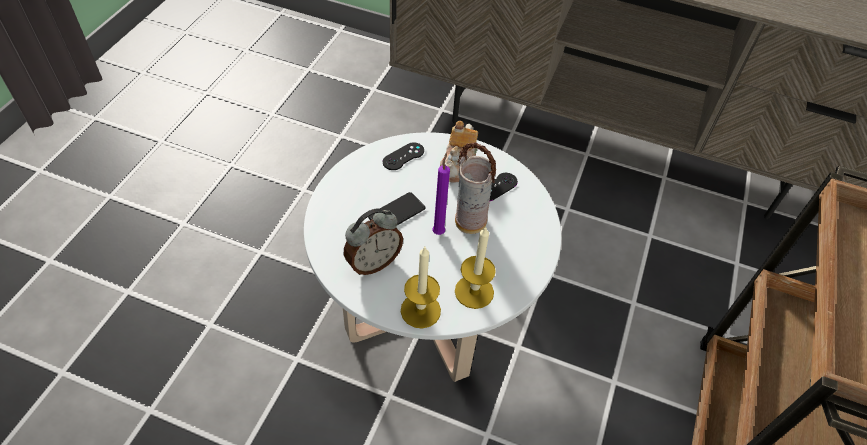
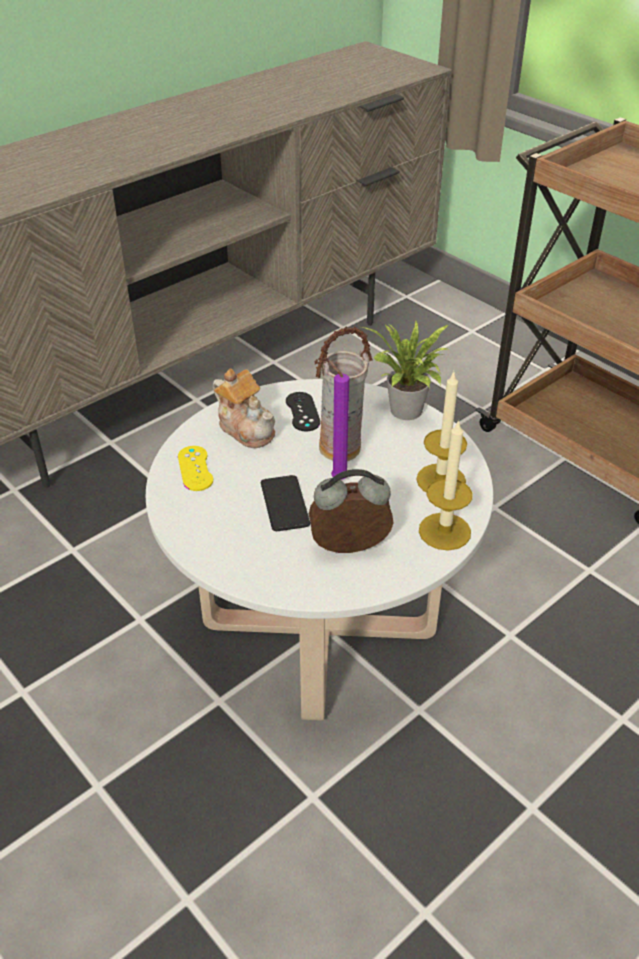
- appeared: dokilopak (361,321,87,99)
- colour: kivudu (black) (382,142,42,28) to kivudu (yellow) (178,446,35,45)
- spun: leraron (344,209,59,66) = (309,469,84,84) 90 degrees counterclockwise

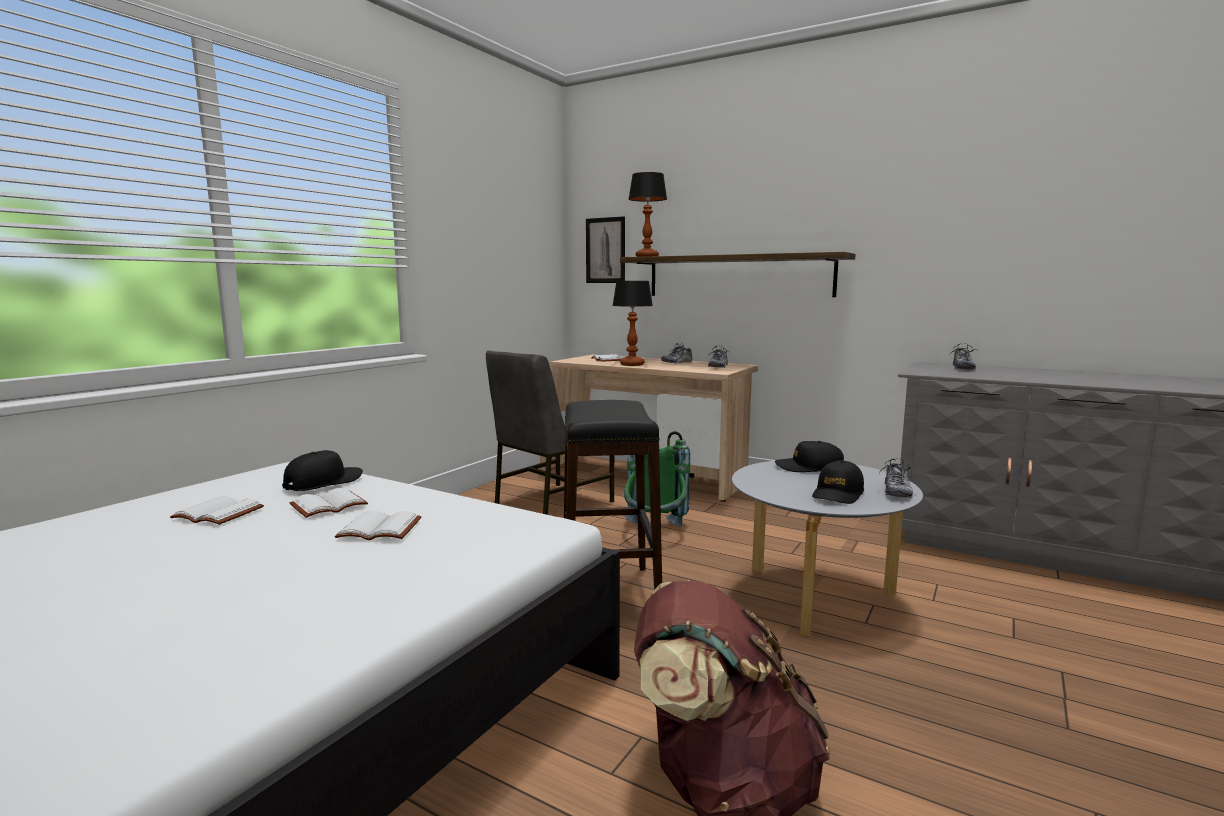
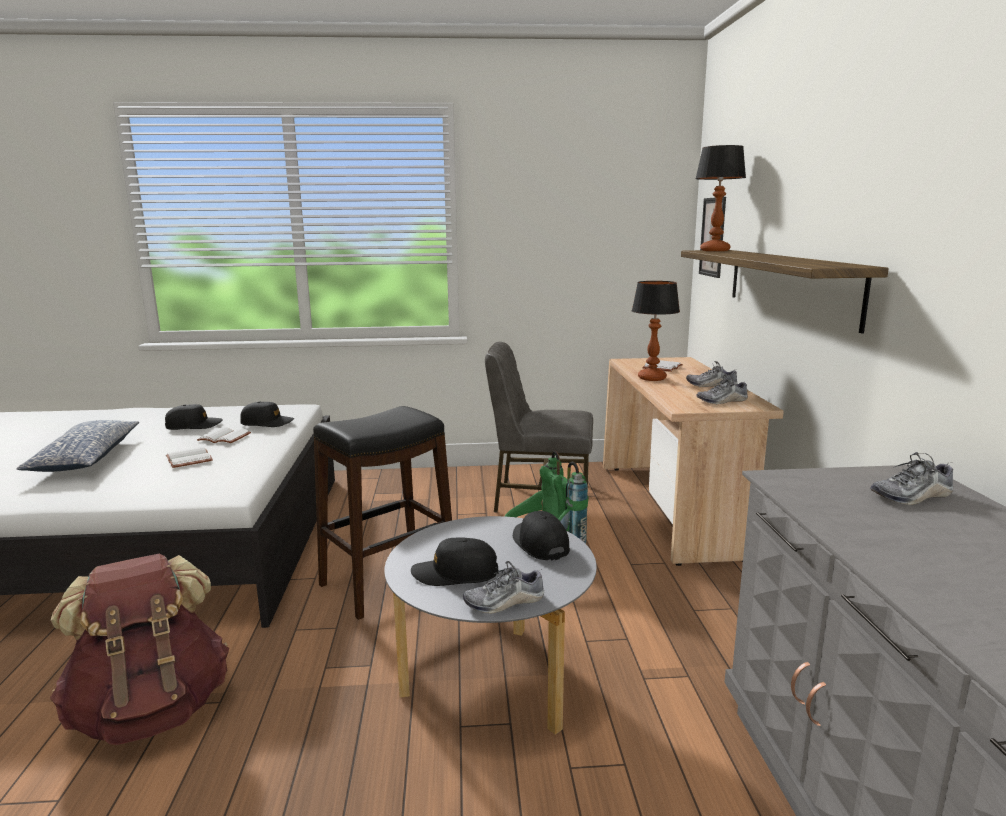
- appeared: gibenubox (16,420,123,52)
- exchanged: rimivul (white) (170,496,94,29) to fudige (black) (165,404,58,26)

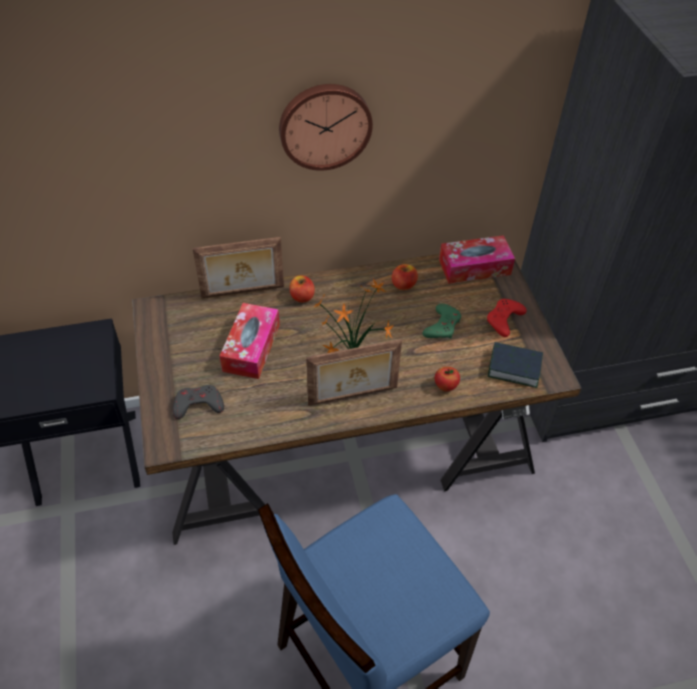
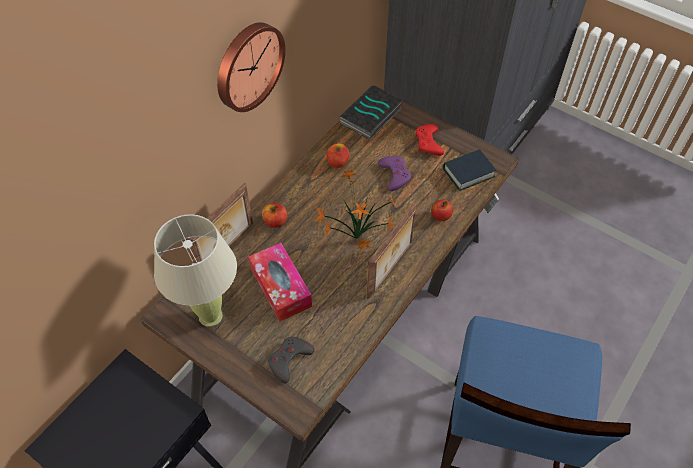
- appeared: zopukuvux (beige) (154,215,83,112)
- exchanged: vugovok (439,235,76,49) to rimivul (340,85,63,55)
- colour: kivudu (green) (422,304,39,34) to kivudu (purple) (378,156,33,35)

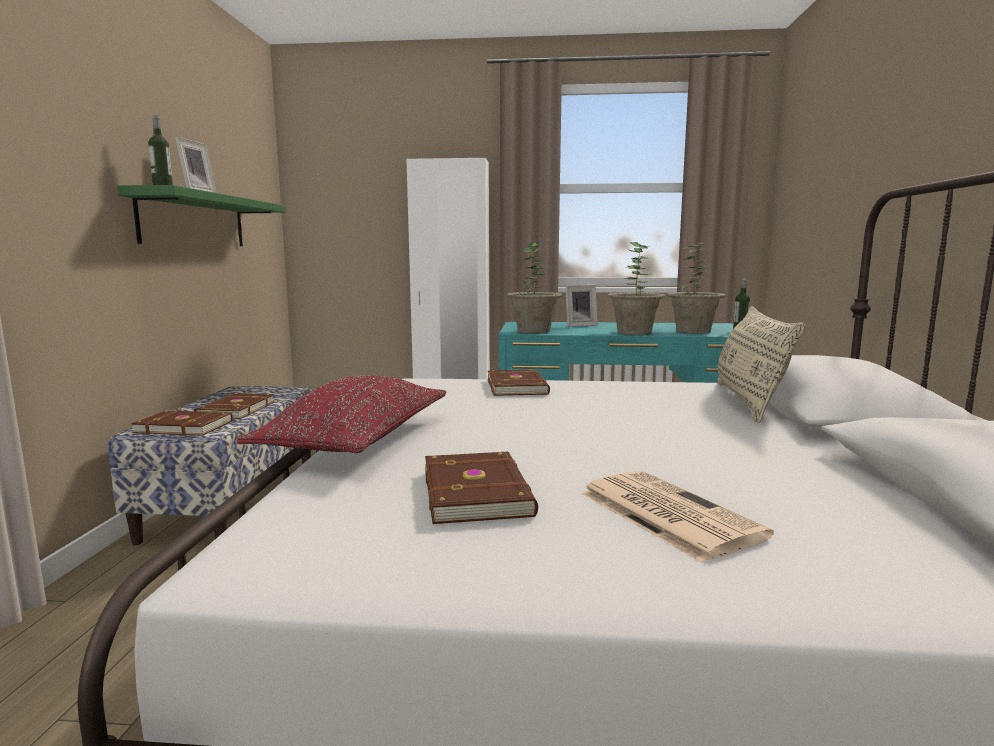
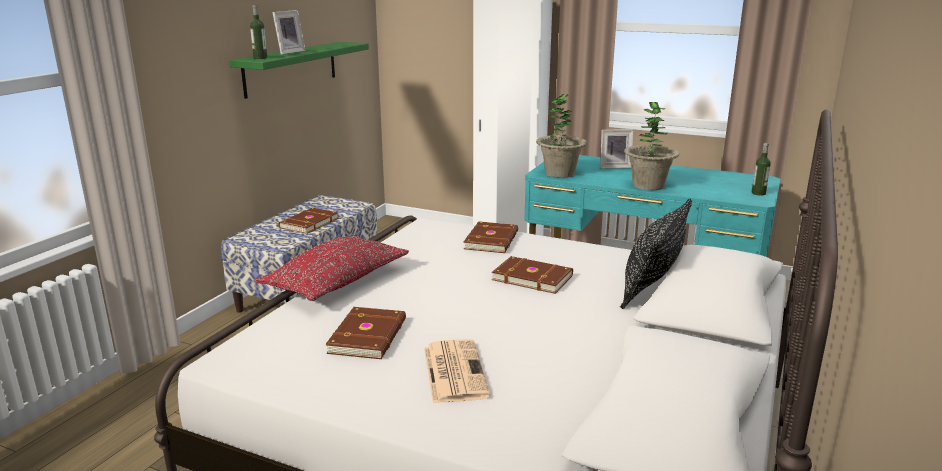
- missing: dokilopak (666,242,60,92)
- relocated: rimivul (brown) (131,410,102,26) to (492,256,81,38)
- colour: gibenubox (beige) (717,306,88,117) to gibenubox (black) (620,199,72,110)

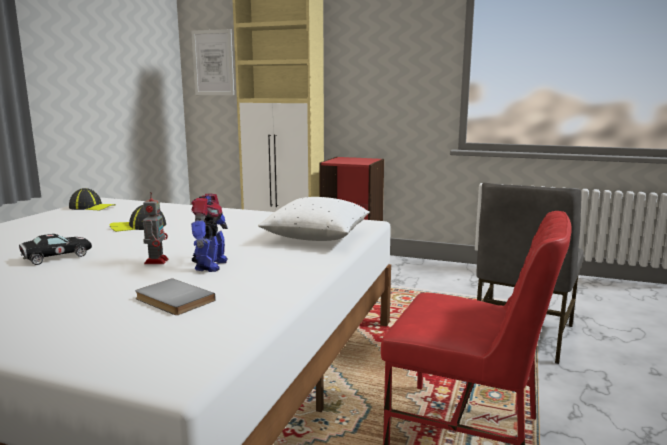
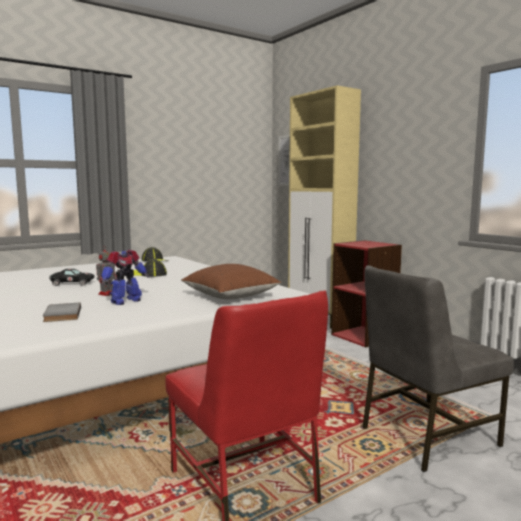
- colour: gibenubox (white) (258,197,112,44) to gibenubox (brown) (181,264,100,35)

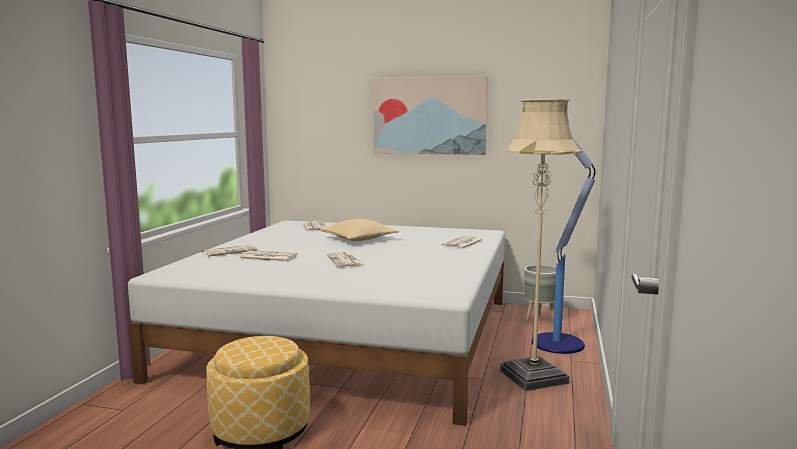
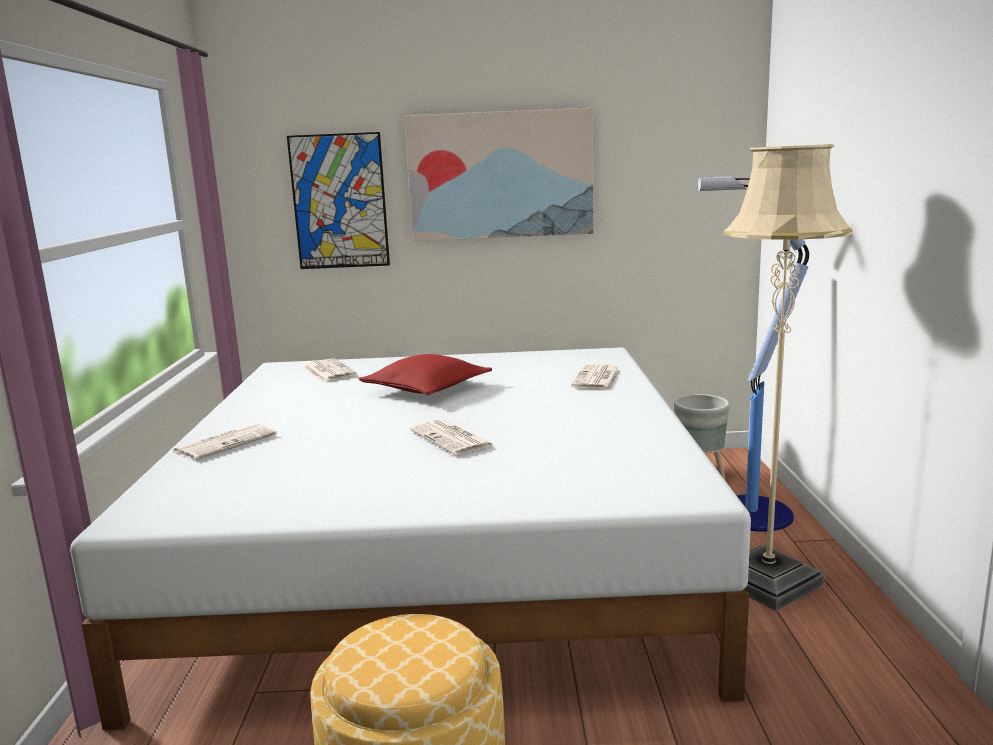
- missing: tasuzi (239,250,59,12)
- appeared: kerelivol (287,132,103,137)
- colour: gibenubox (beige) (319,219,80,22) to gibenubox (red) (359,354,133,41)

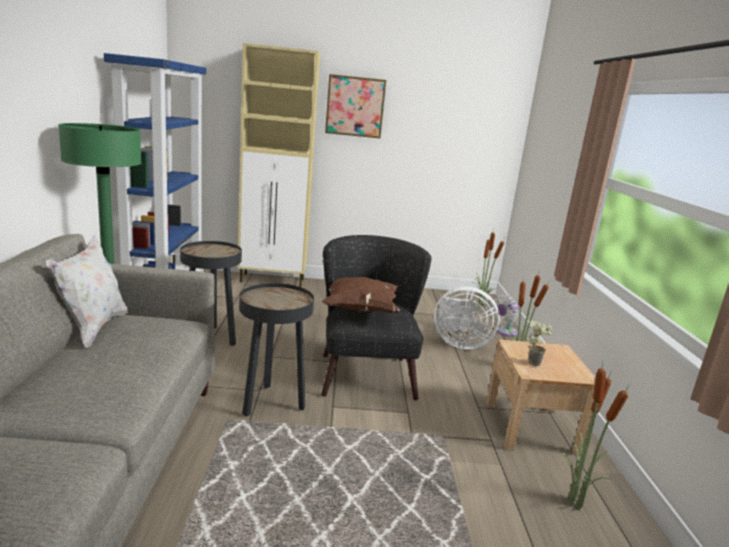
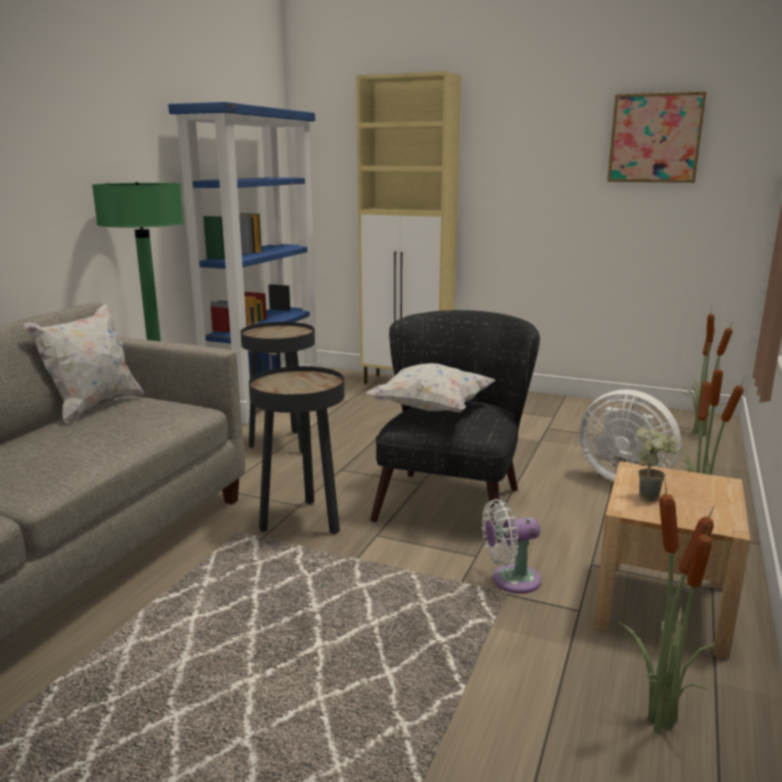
- relocated: kerelivol (325,74,61,64) to (607,91,100,92)
- relocated: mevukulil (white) (492,294,28,43) to (482,499,59,95)
- colour: gibenubox (brown) (322,277,78,36) to gibenubox (white) (366,363,130,49)

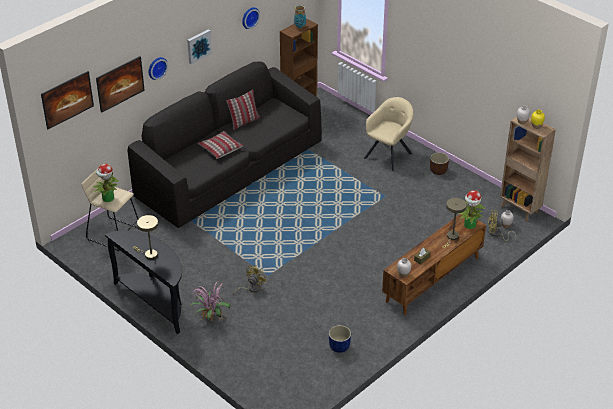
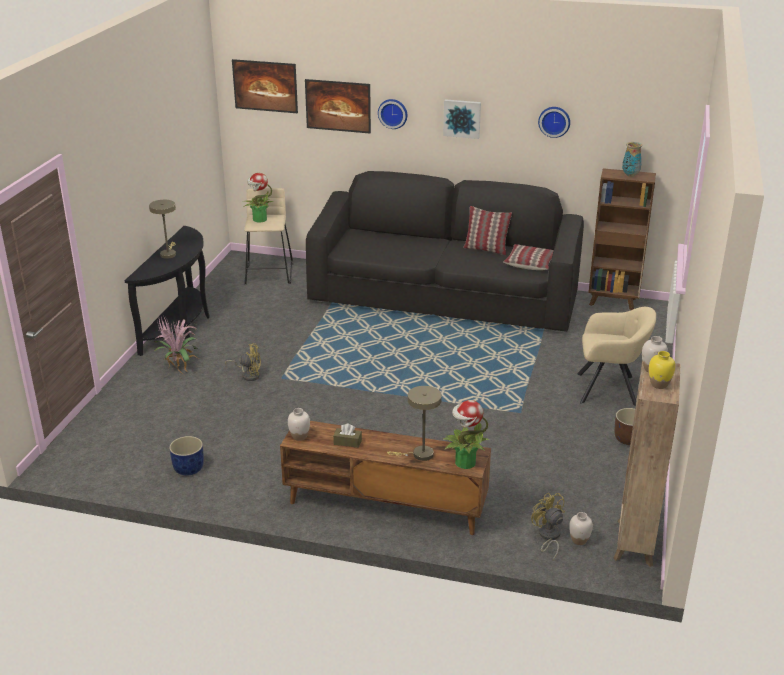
- relocated: gibenubox (198,131,46,28) to (503,244,51,26)

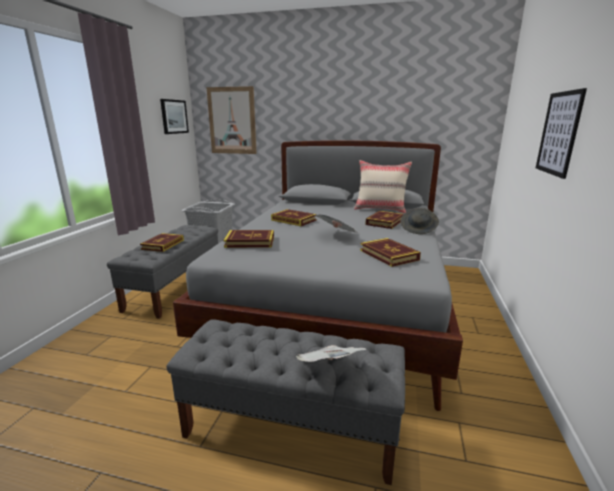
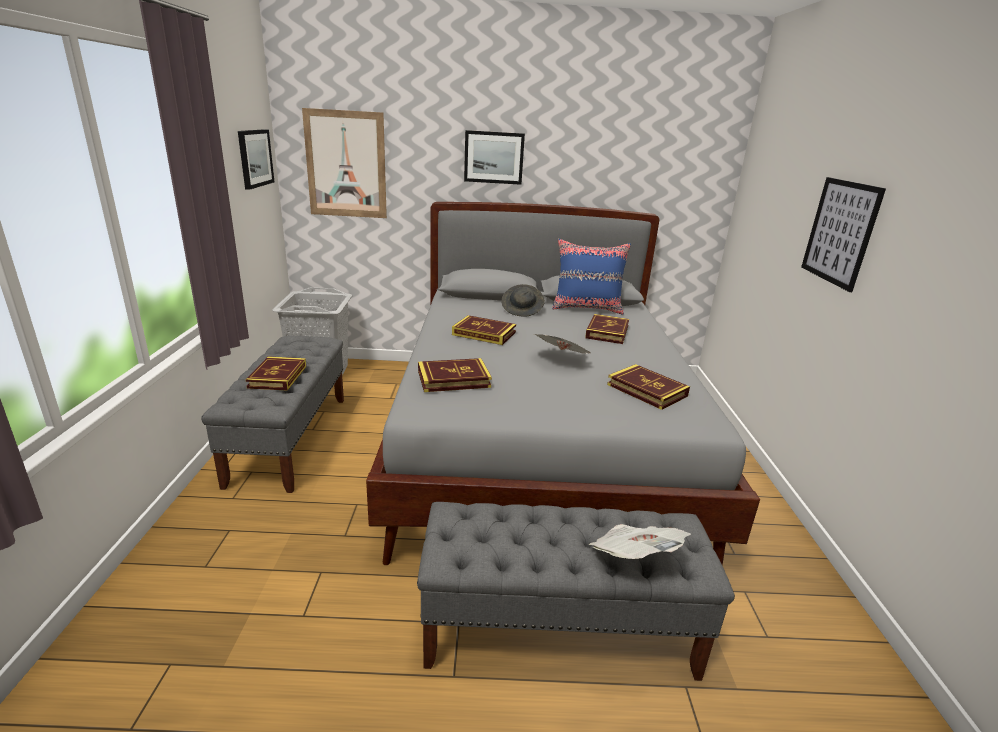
- appeared: kerelivol (464,130,61,55)
- relocated: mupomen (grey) (401,208,38,26) to (502,284,43,33)
- colour: gibenubox (beige) (354,160,58,53) to gibenubox (blue) (552,239,79,76)

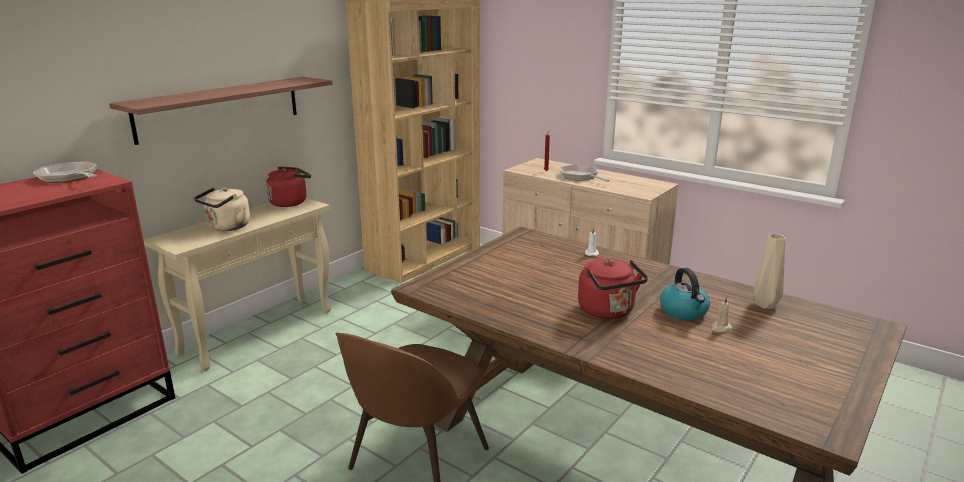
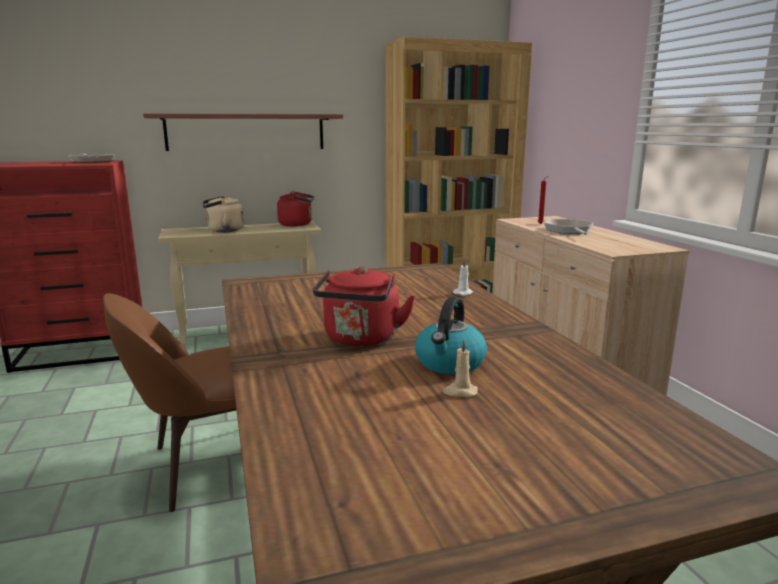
- missing: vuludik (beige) (754,234,31,75)

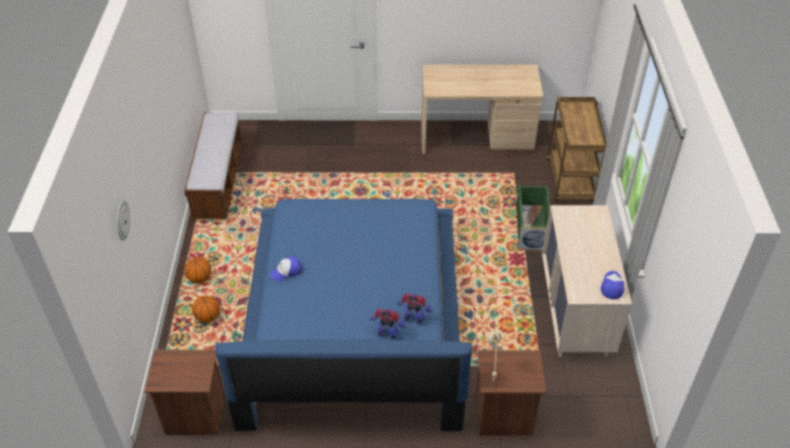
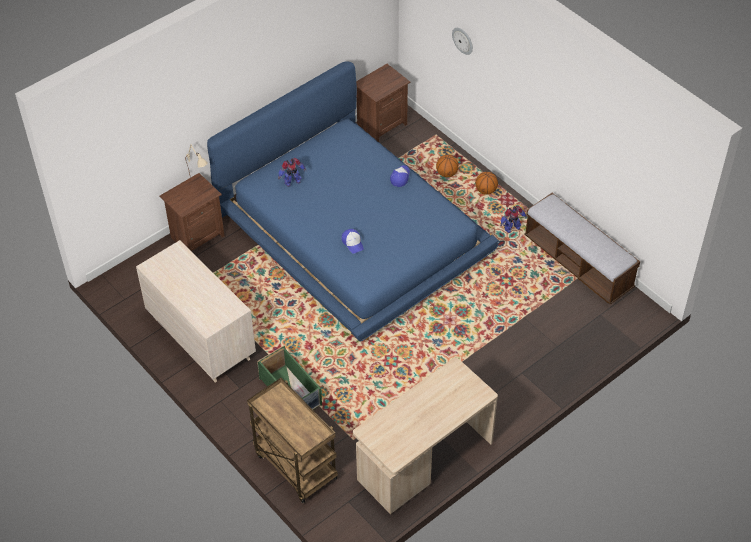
- relocated: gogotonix (396,293,37,32) to (500,206,27,27)
- relocated: fudige (601,271,23,28) to (341,229,23,25)

